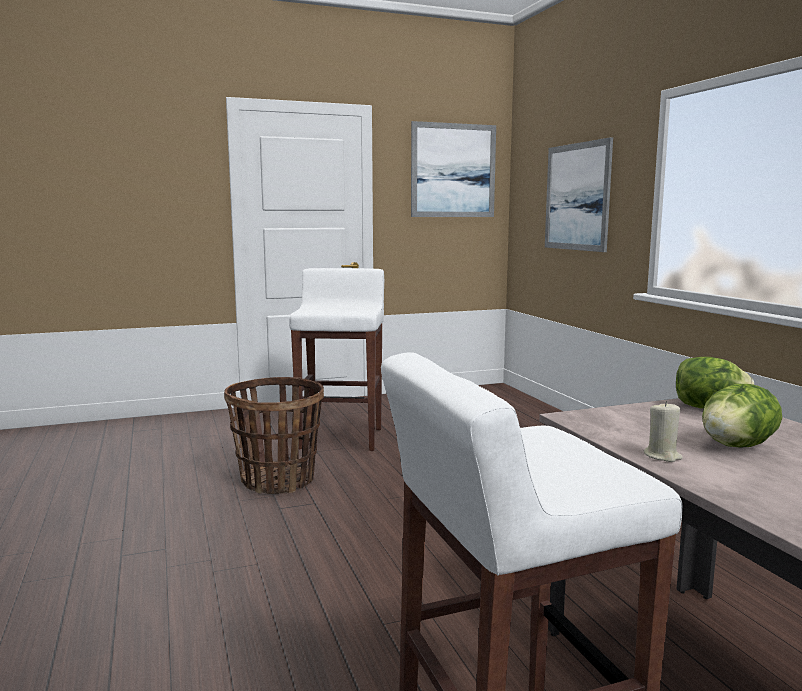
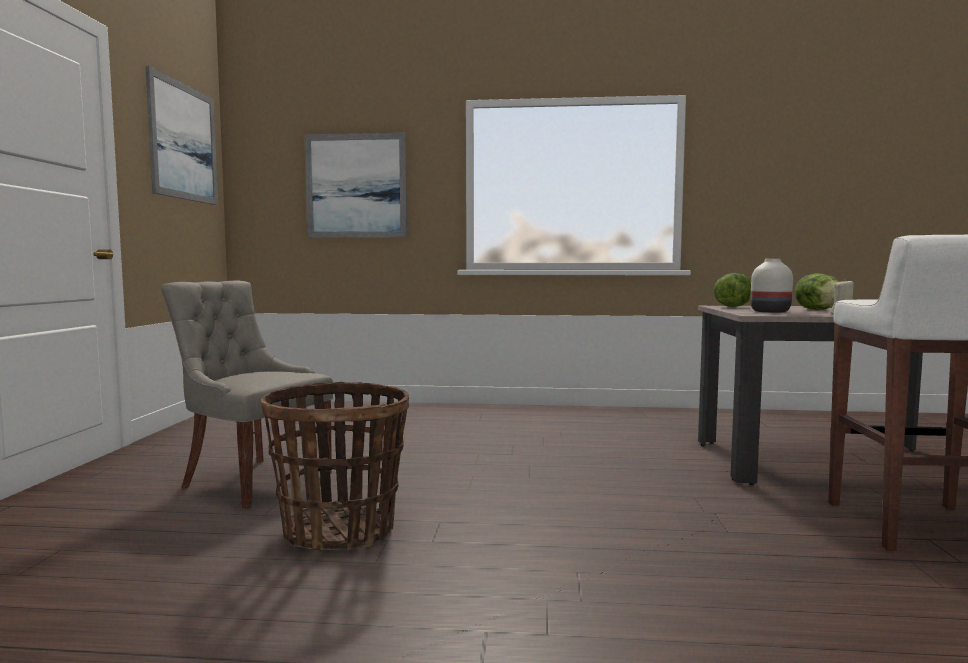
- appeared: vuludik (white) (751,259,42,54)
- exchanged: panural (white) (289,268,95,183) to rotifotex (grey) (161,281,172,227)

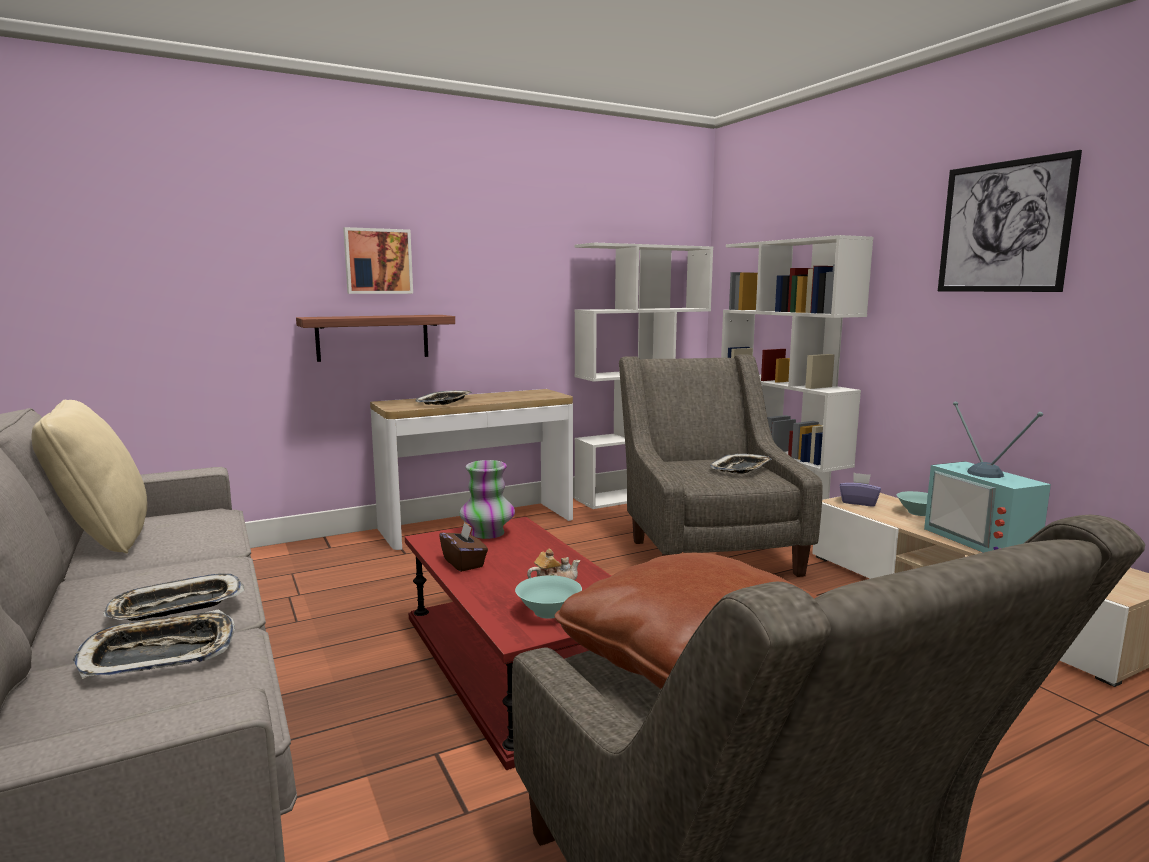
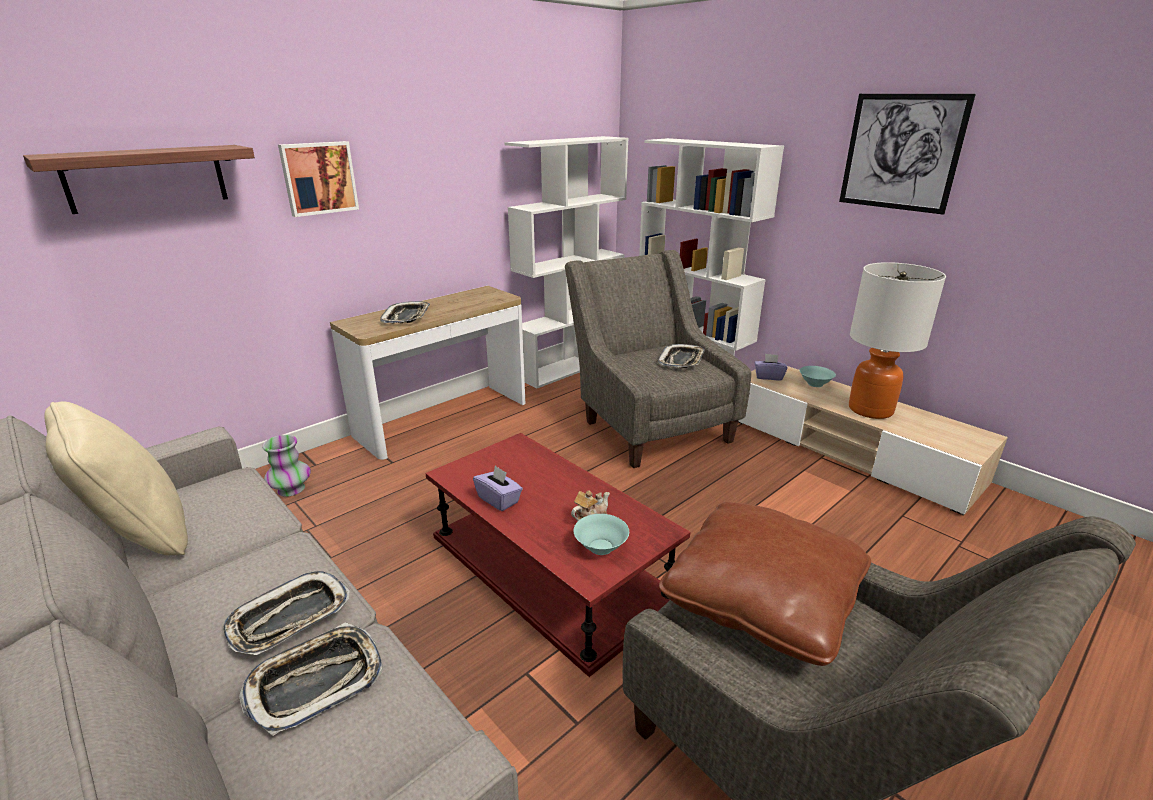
- relocated: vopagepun (296,315,159,47) to (23,145,232,69)
- relocated: vuludik (459,460,56,79) to (262,435,49,62)
- exchanged: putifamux (924,401,127,152) to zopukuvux (849,262,97,157)
- colour: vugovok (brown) (439,522,49,50) to vugovok (purple) (473,465,50,46)

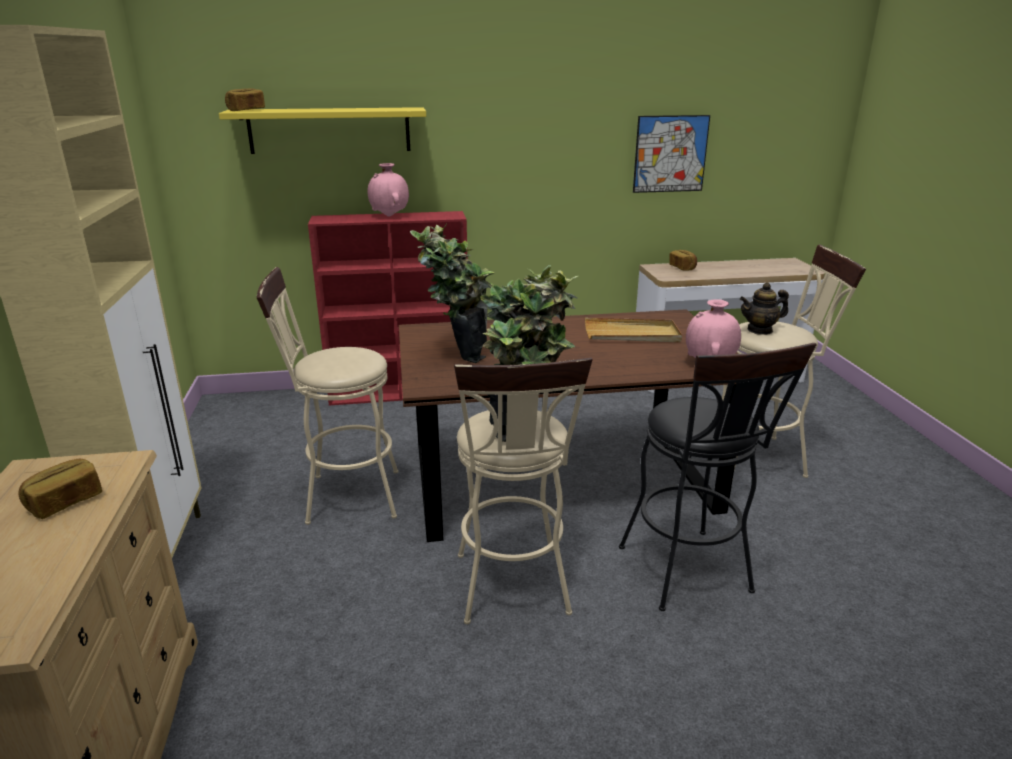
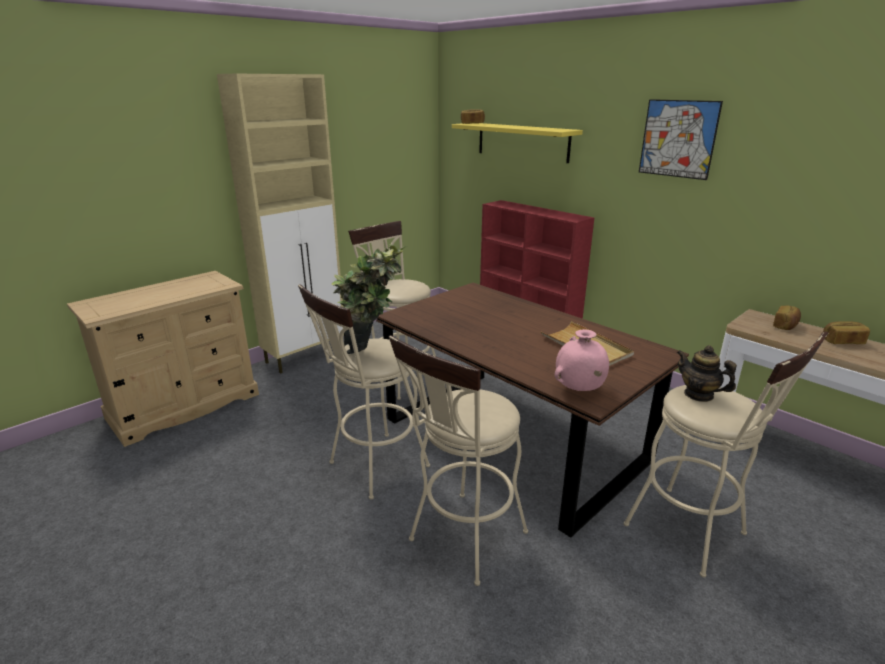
- missing: vuludik (pink) (367,163,42,54)
- missing: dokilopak (410,225,84,138)
- relocated: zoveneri (19,458,83,61) to (823,321,47,23)
- relocated: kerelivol (633,115,77,78) to (639,99,84,81)
- colour: panural (black) (619,343,198,268) to panural (beige) (389,335,139,251)

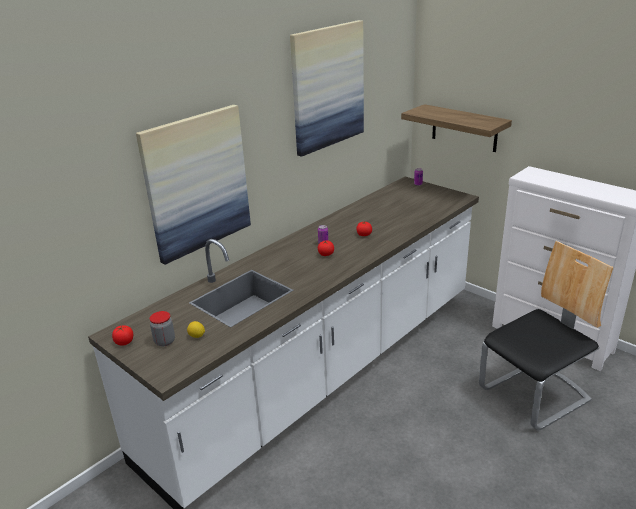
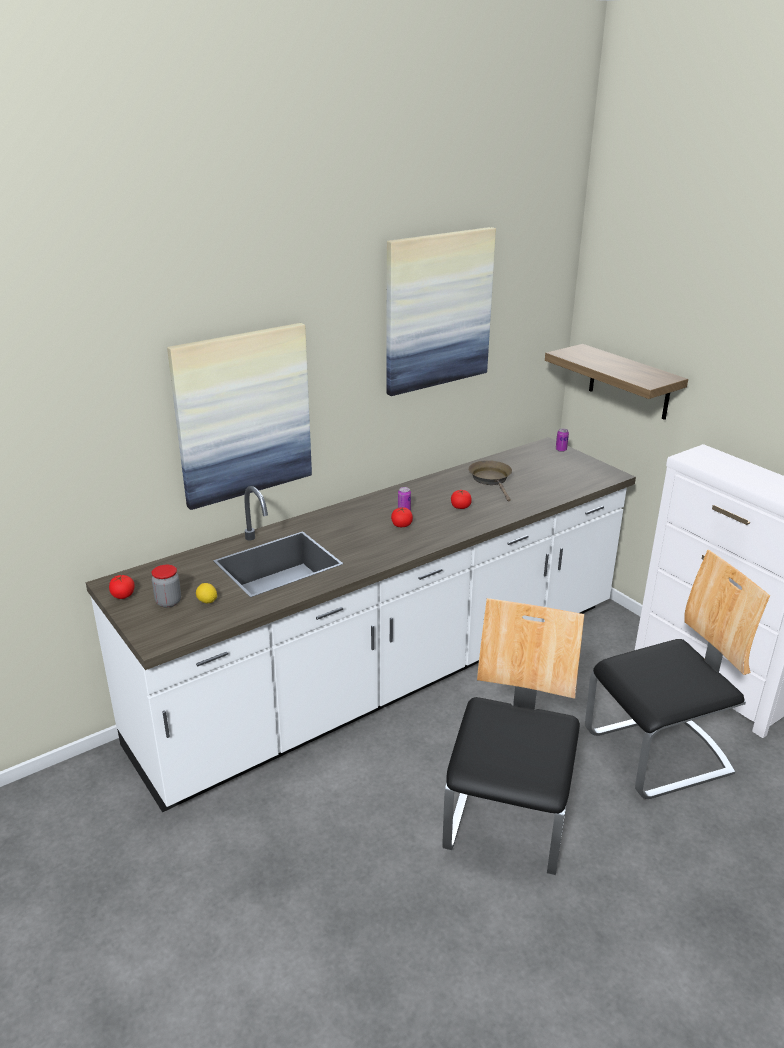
- appeared: rotifotex (442,598,143,277)
- appeared: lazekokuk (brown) (468,460,44,42)

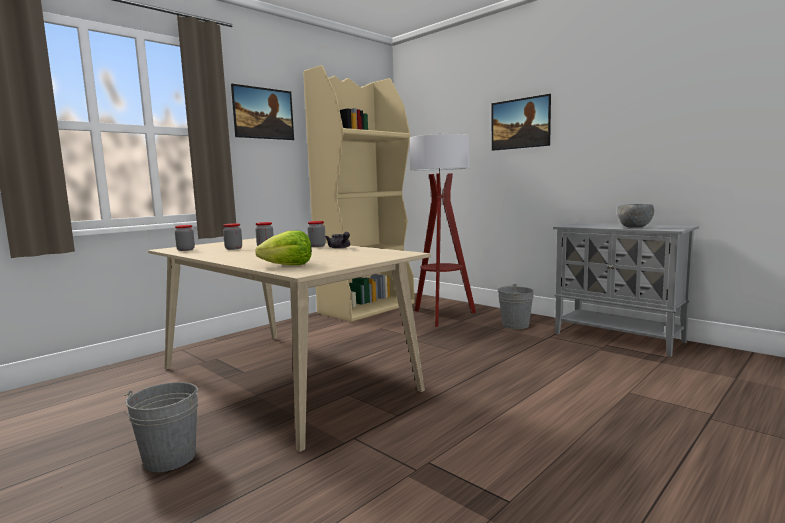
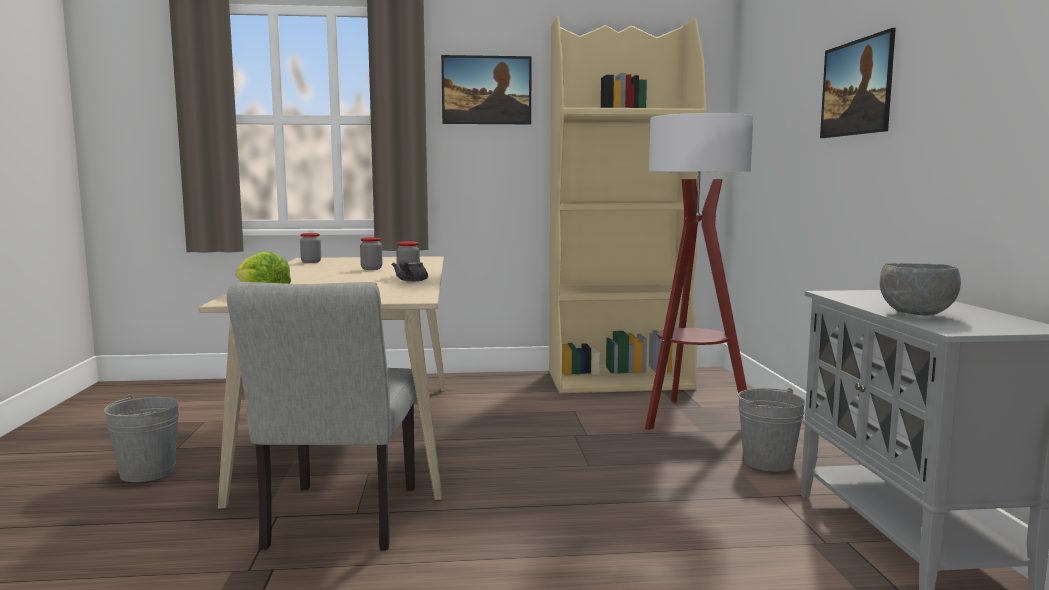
- missing: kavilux (223,223,19,27)
- appeared: rotifotex (grey) (227,282,189,268)

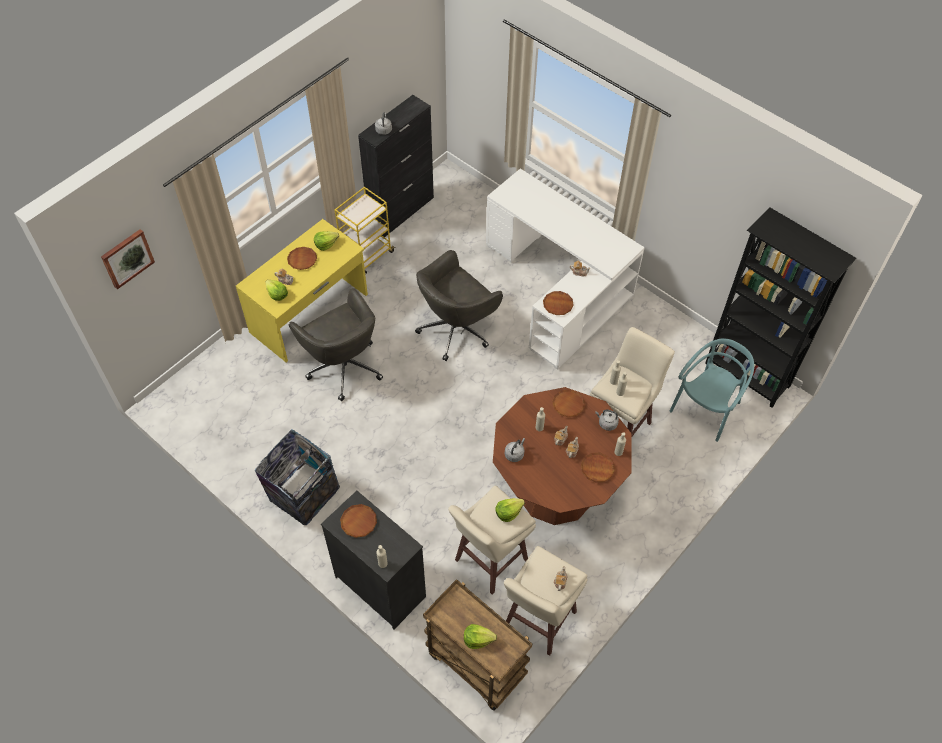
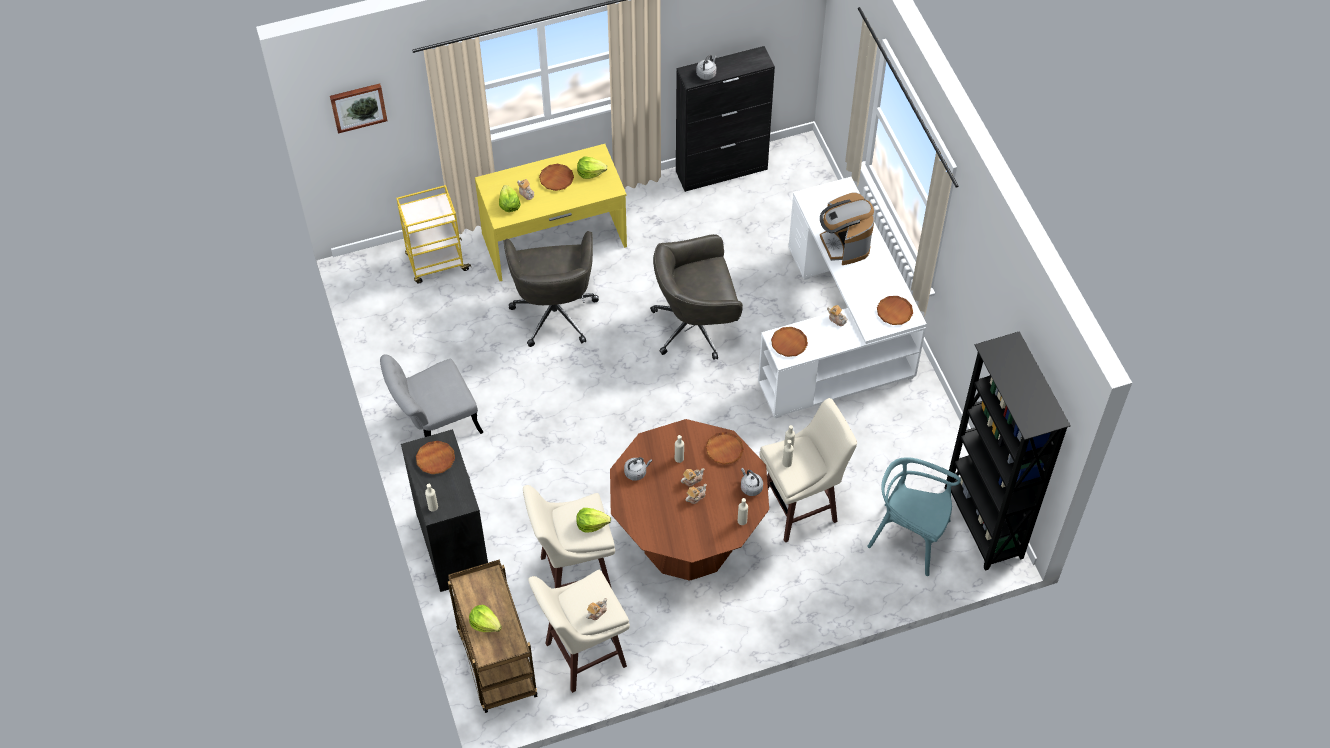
- appeared: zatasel (820,193,55,72)
- relocated: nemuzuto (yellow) (335,187,60,88) to (396,185,76,98)
- relocated: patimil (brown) (581,453,34,29) to (877,296,36,29)
- exchanged: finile (255,429,85,96) to rotifotex (grey) (380,354,104,83)
- spun: rotifotex (turquoise) (670,338,84,104) = (867,457,94,119) 135 degrees counterclockwise

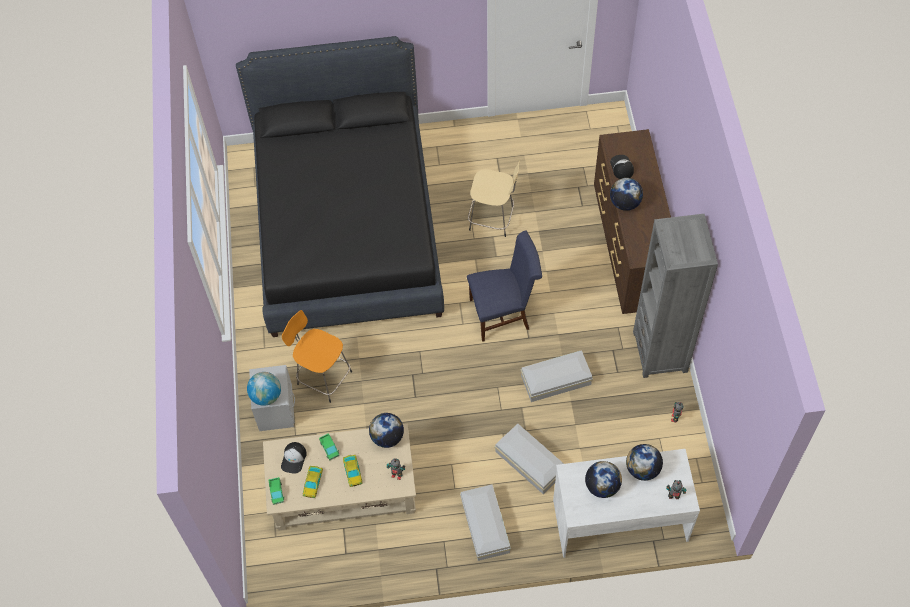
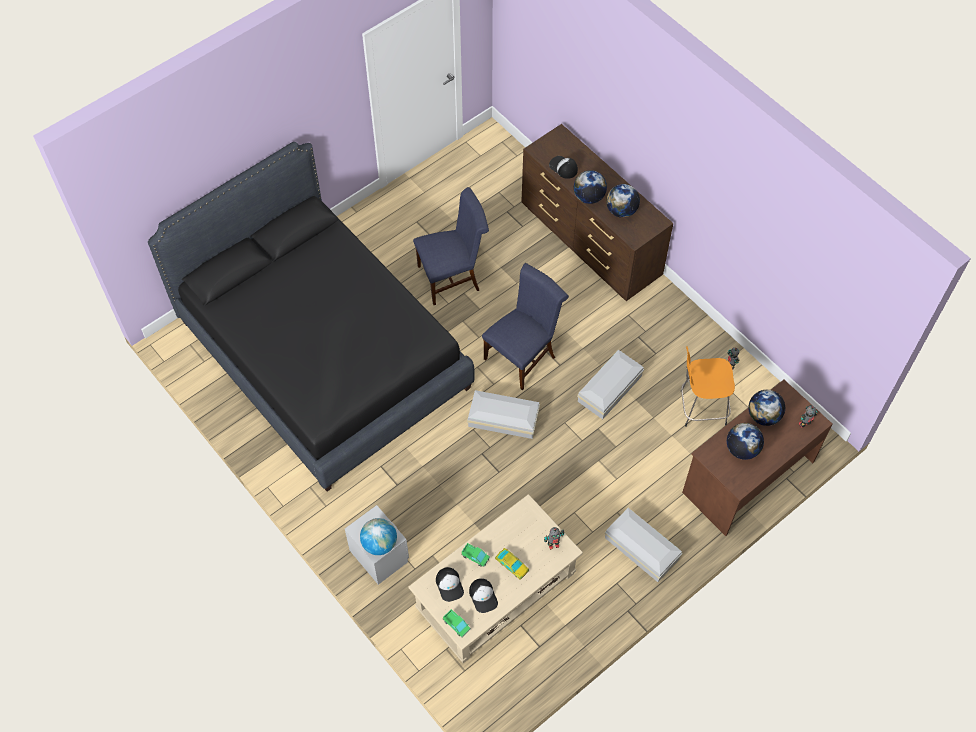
- missing: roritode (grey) (633,214,85,164)
- relocated: panural (orange) (282,310,70,93) to (681,346,54,81)
- relocated: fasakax (369,413,35,35) to (606,184,34,34)
- relocated: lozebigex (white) (495,424,69,70) to (467,390,73,49)
- exchanged: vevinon (303,466,20,32) to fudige (469,578,29,35)
- exchanged: panural (beige) (468,161,52,76) to rotifotex (blue) (413,187,76,118)
- colour: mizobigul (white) (553,449,147,109) to mizobigul (brown) (682,380,150,156)

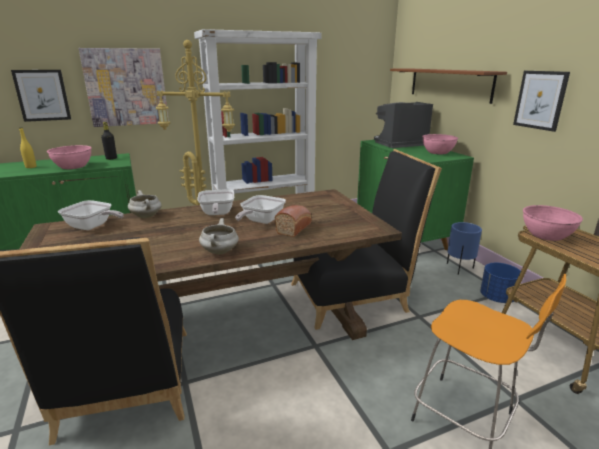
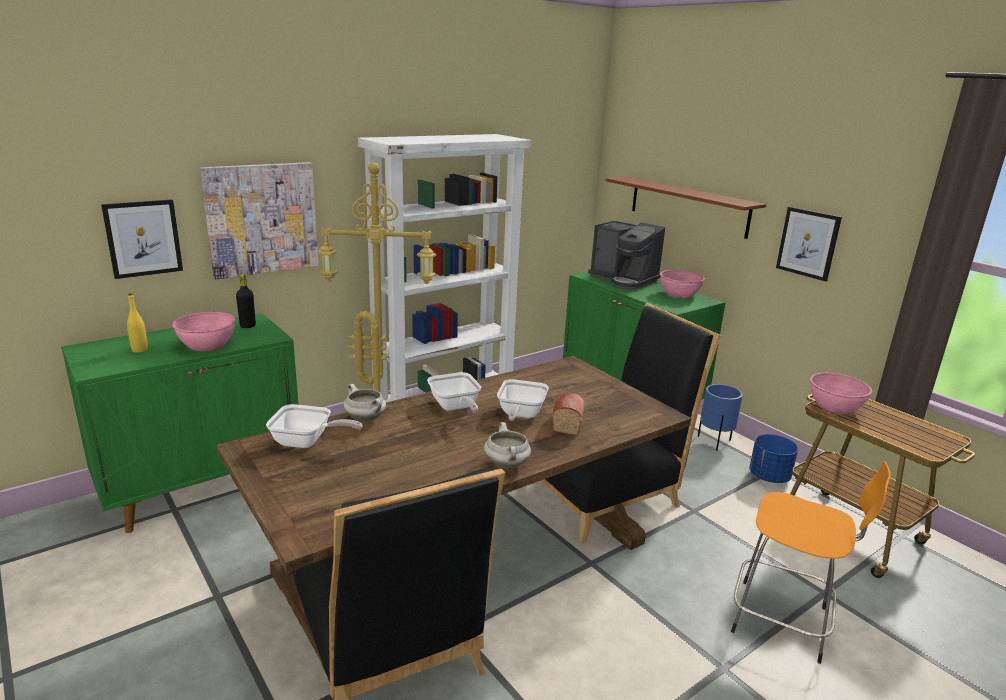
- spun: zatasel (374,102,59,46) = (588,221,77,69) 105 degrees counterclockwise

